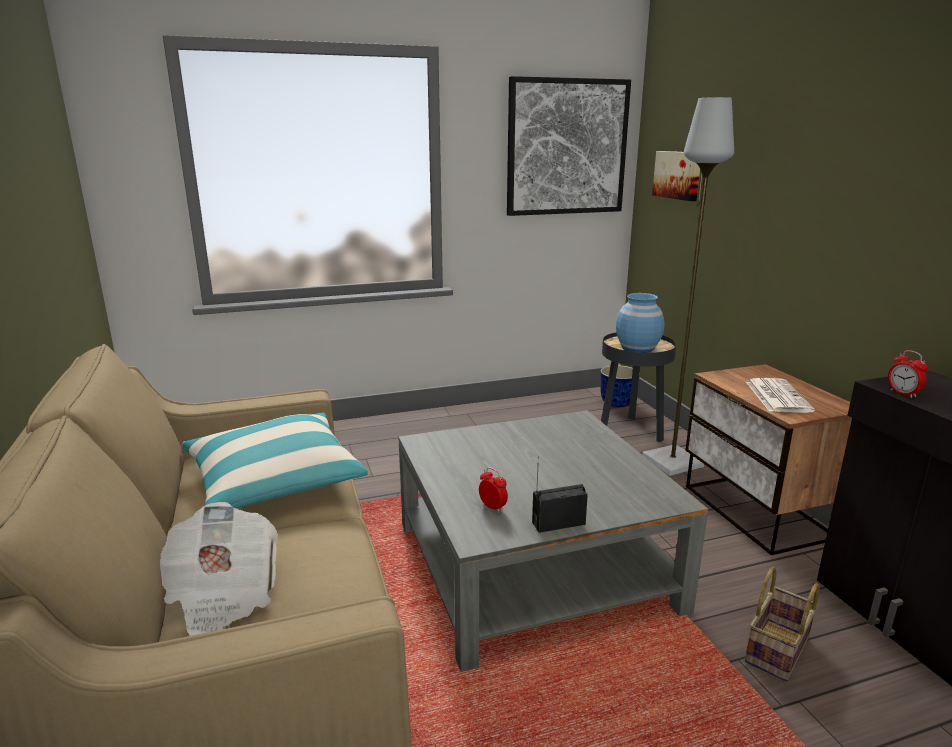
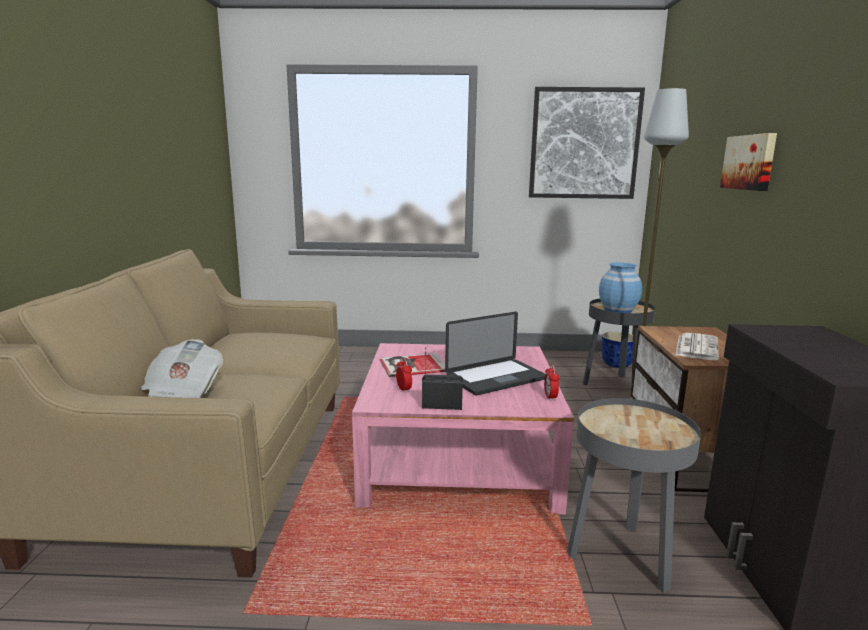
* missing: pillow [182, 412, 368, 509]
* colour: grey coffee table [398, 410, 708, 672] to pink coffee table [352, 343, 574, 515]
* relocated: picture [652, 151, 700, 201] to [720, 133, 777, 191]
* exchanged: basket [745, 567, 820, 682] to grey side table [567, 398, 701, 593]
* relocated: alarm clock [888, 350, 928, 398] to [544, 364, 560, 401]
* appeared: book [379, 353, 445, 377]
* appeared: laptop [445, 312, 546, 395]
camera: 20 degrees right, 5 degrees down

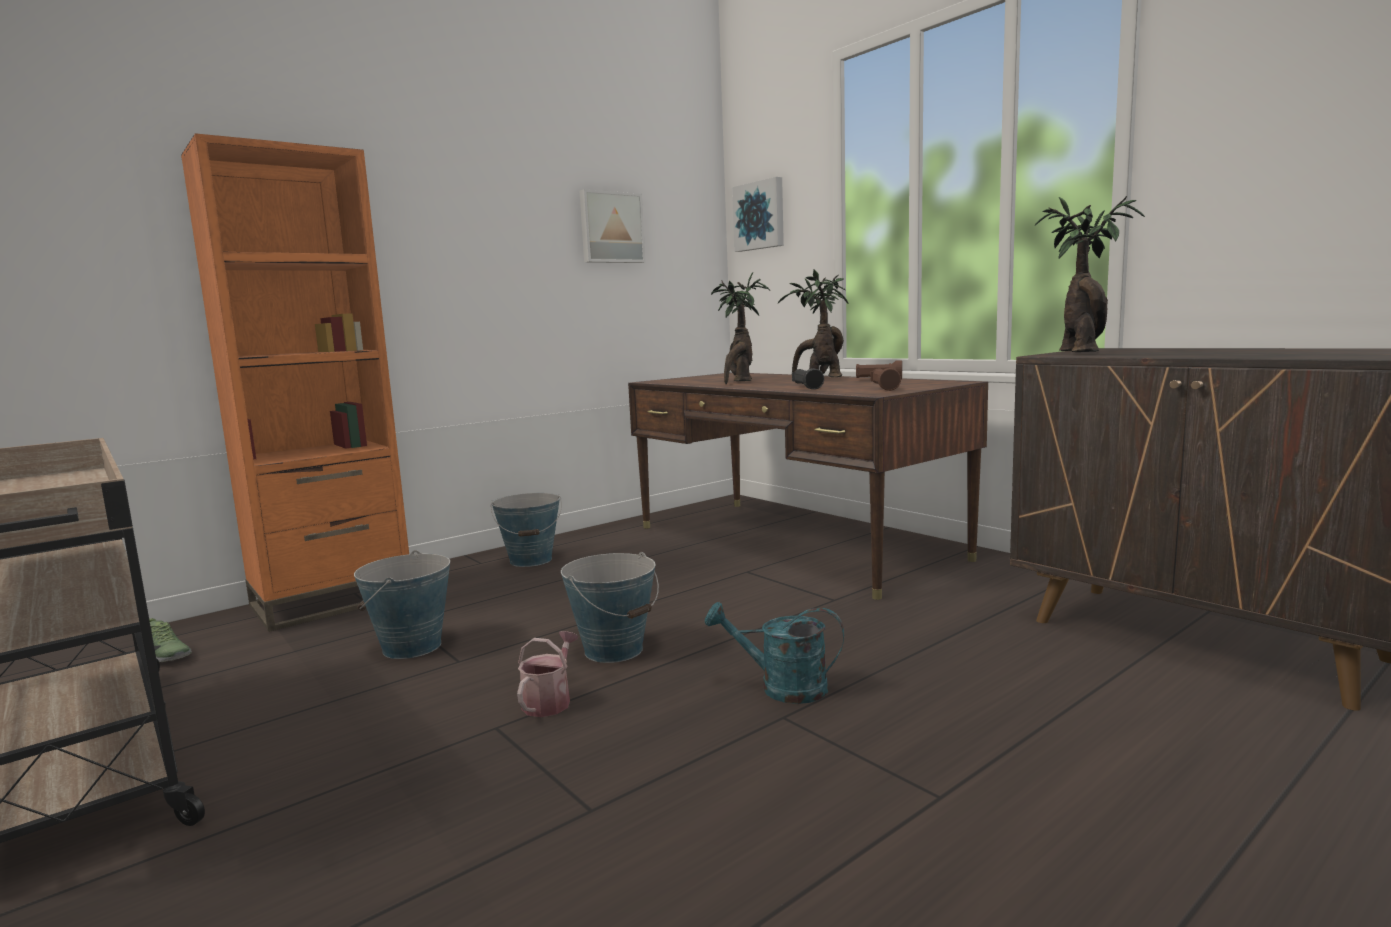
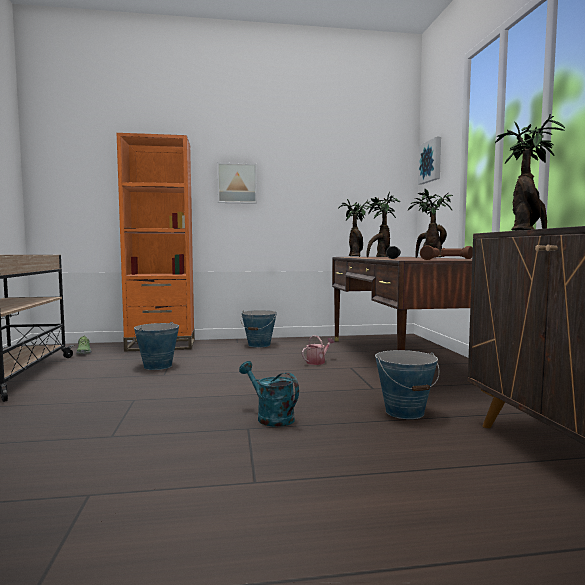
* relocated: watering can [517, 631, 578, 717] to [302, 335, 335, 365]
* relocated: bucket [561, 552, 659, 663] to [375, 350, 439, 419]
* relocated: picture [580, 189, 645, 263] to [217, 163, 257, 204]
* appeared: potted plant [339, 199, 373, 257]
camera: 30 degrees right, 5 degrees down

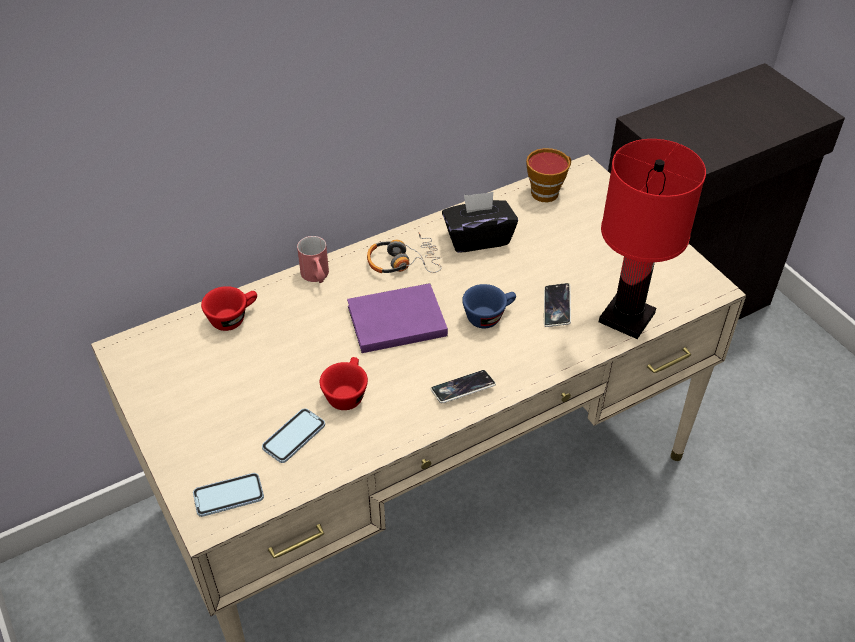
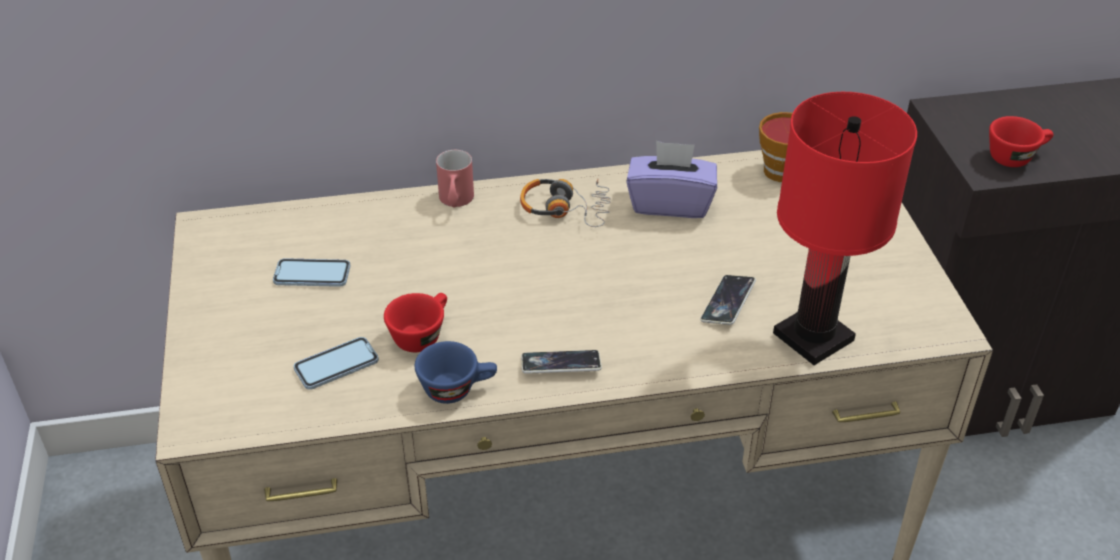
* relocated: phone [193, 473, 264, 517] to [273, 258, 350, 287]
* relocated: red cup [201, 286, 257, 331] to [989, 116, 1053, 167]
* missing: purple book [347, 283, 448, 353]
* colour: black tissue box [442, 192, 518, 253] to purple tissue box [626, 141, 717, 218]
* relocated: blue cup [462, 284, 516, 328] to [415, 341, 497, 404]
camera: 20 degrees right, 5 degrees down

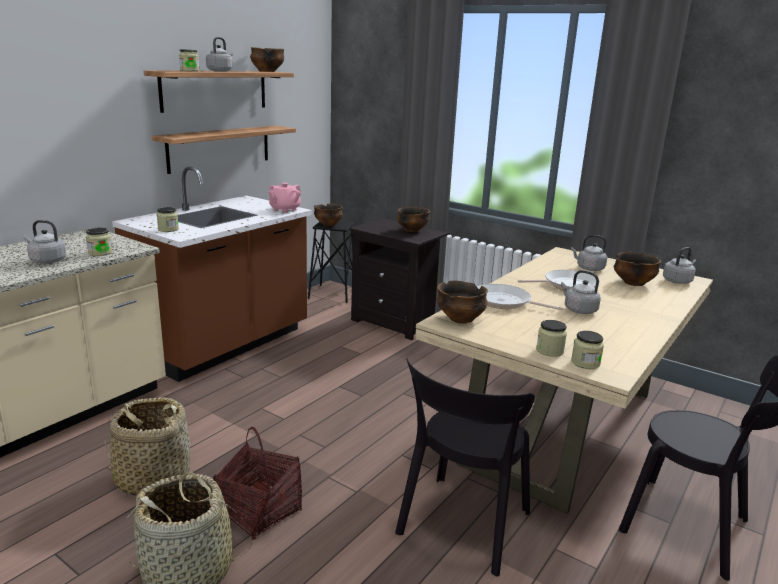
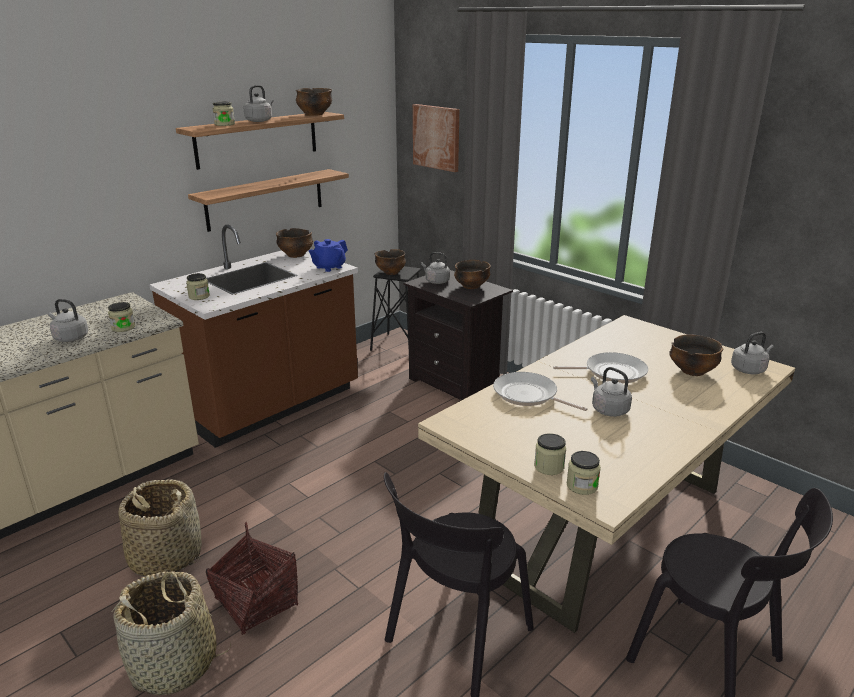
* colour: pink teapot [268, 183, 301, 213] to blue teapot [309, 239, 348, 272]
* relocated: bowl [437, 281, 488, 324] to [276, 228, 313, 258]
* relocated: grey kettle [571, 235, 607, 271] to [421, 252, 450, 284]
* appeared: picture [413, 104, 459, 172]
camera: 10 degrees right, 5 degrees up

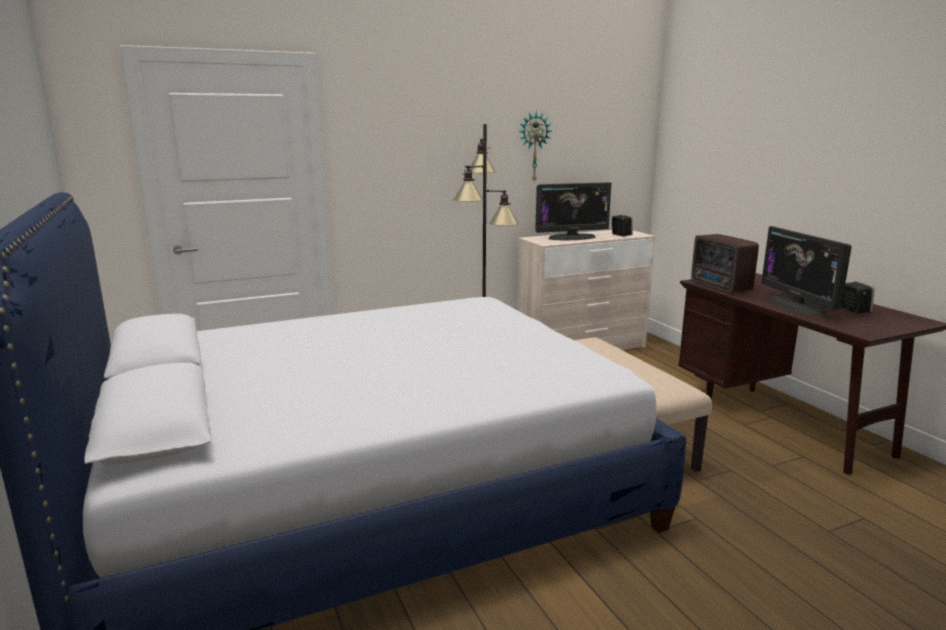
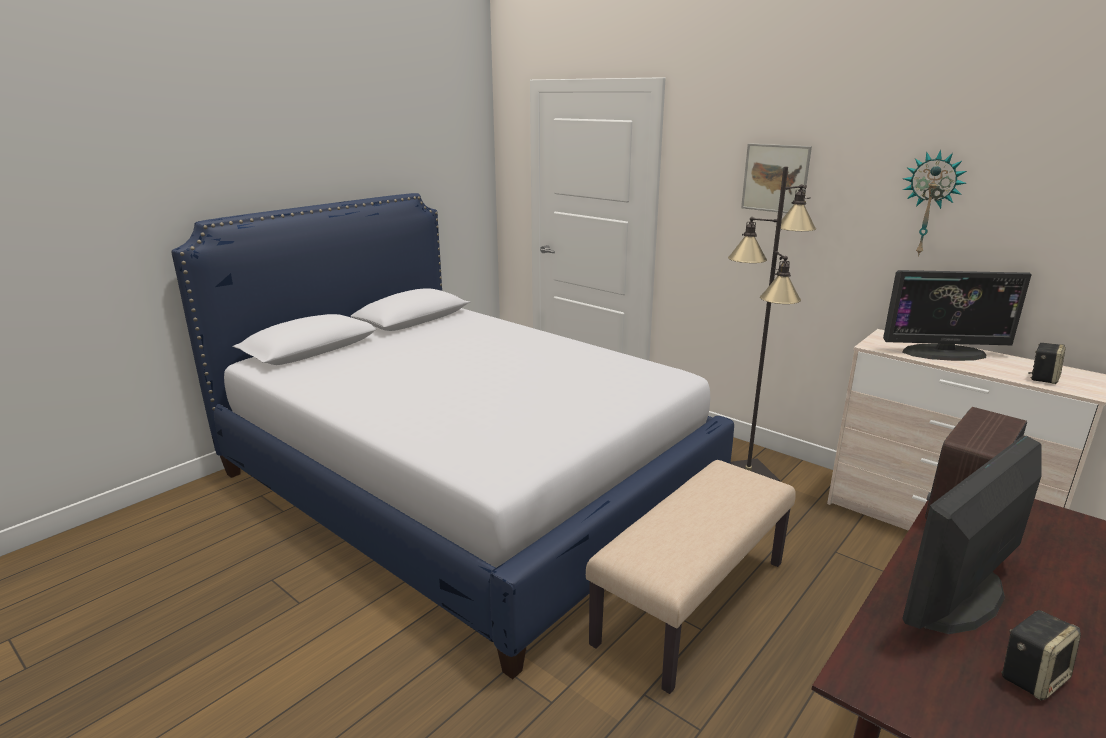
* spun: monitor [535, 182, 611, 241] = [883, 270, 1032, 361] 45 degrees counterclockwise
* appeared: picture [741, 143, 812, 213]
camera: 65 degrees right, 5 degrees up

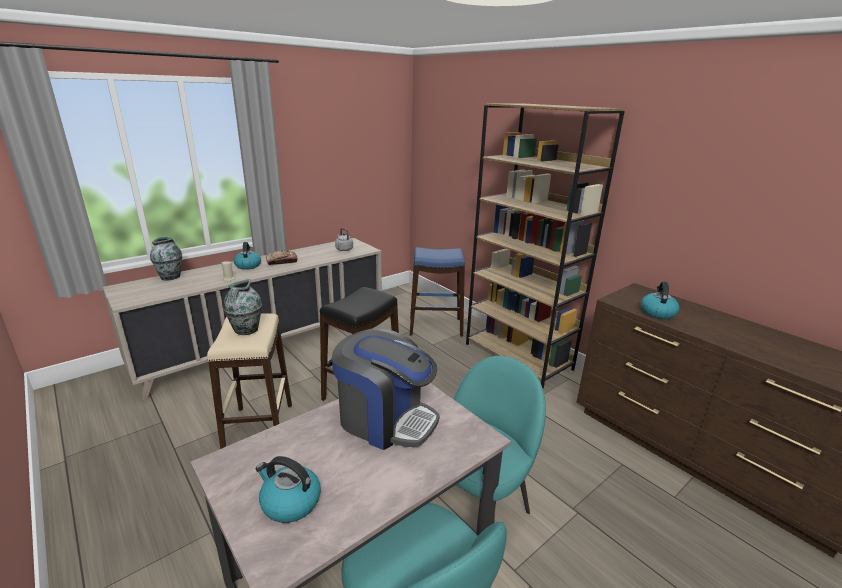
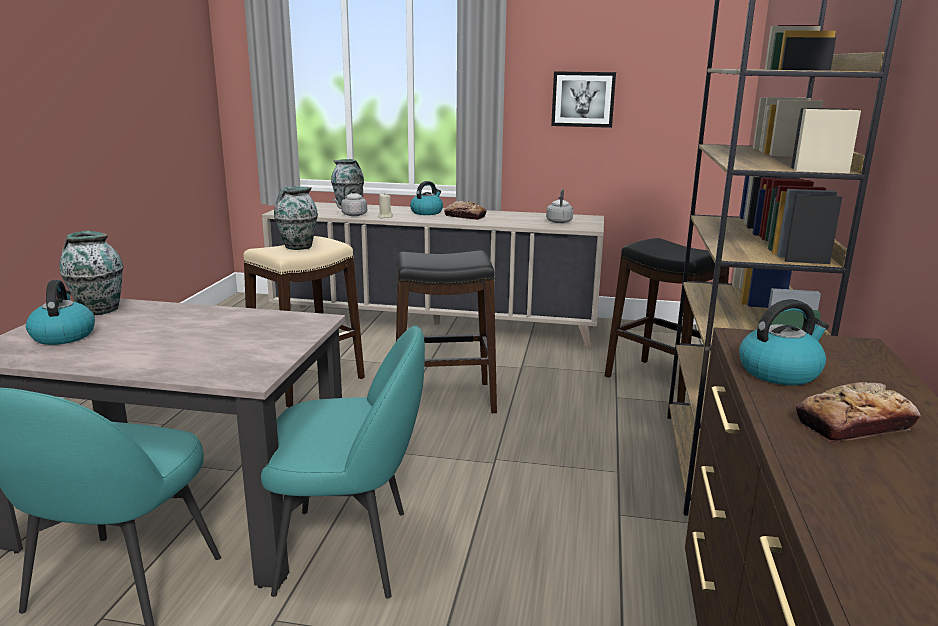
* missing: coffee machine [332, 328, 440, 450]
* colour: blue stool [410, 247, 465, 337] to black stool [605, 238, 729, 403]
* appeared: vase [59, 231, 124, 315]
* appeared: grey kettle [333, 183, 367, 216]
* appeared: picture [551, 71, 616, 128]
* appeared: bread [796, 382, 921, 442]
camera: 50 degrees right, 5 degrees down

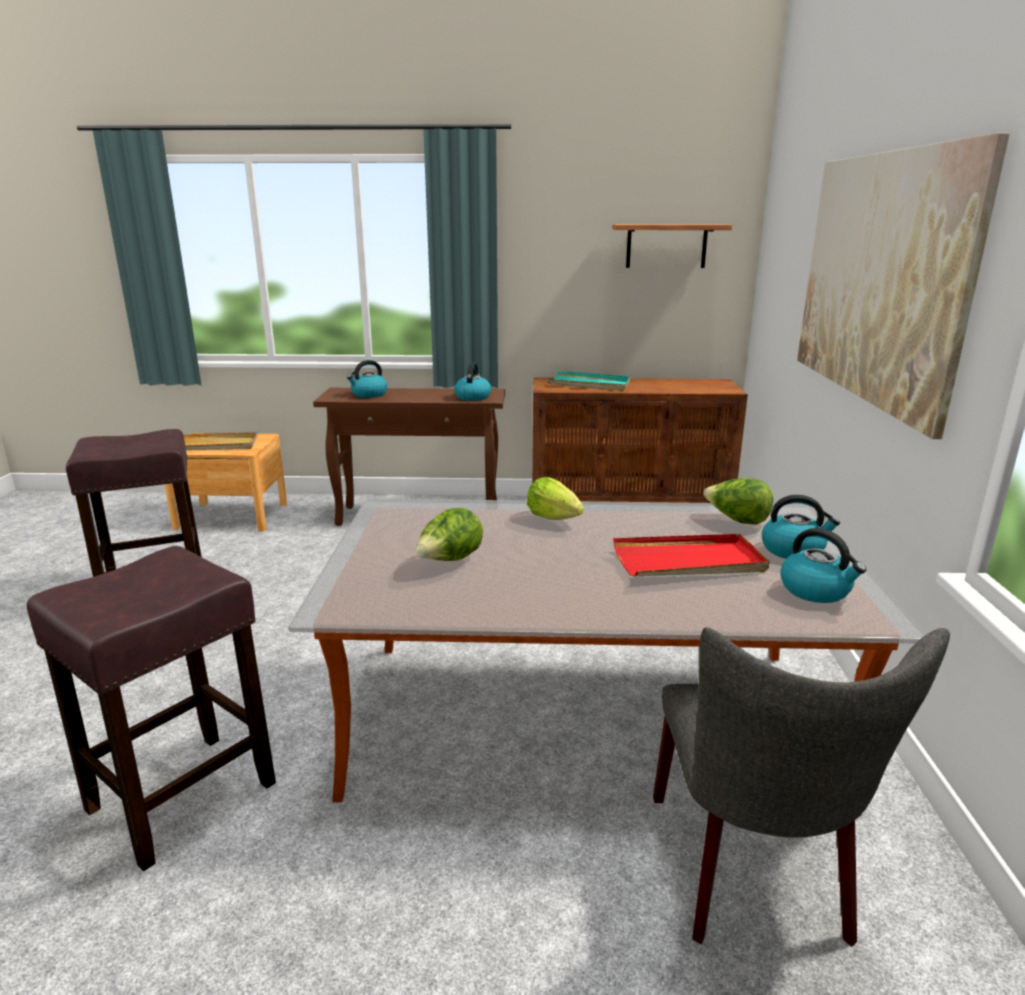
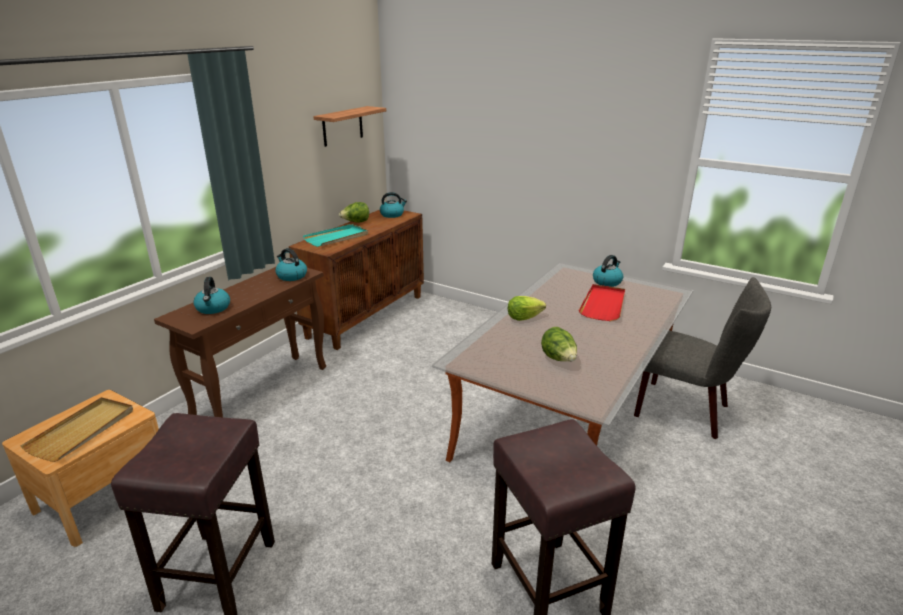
* relocated: lettuce [704, 478, 773, 525] to [339, 202, 369, 223]
* relocated: kettle [780, 528, 866, 603] to [380, 192, 407, 218]
* missing: picture [797, 133, 1010, 439]
camera: 60 degrees left, 5 degrees up

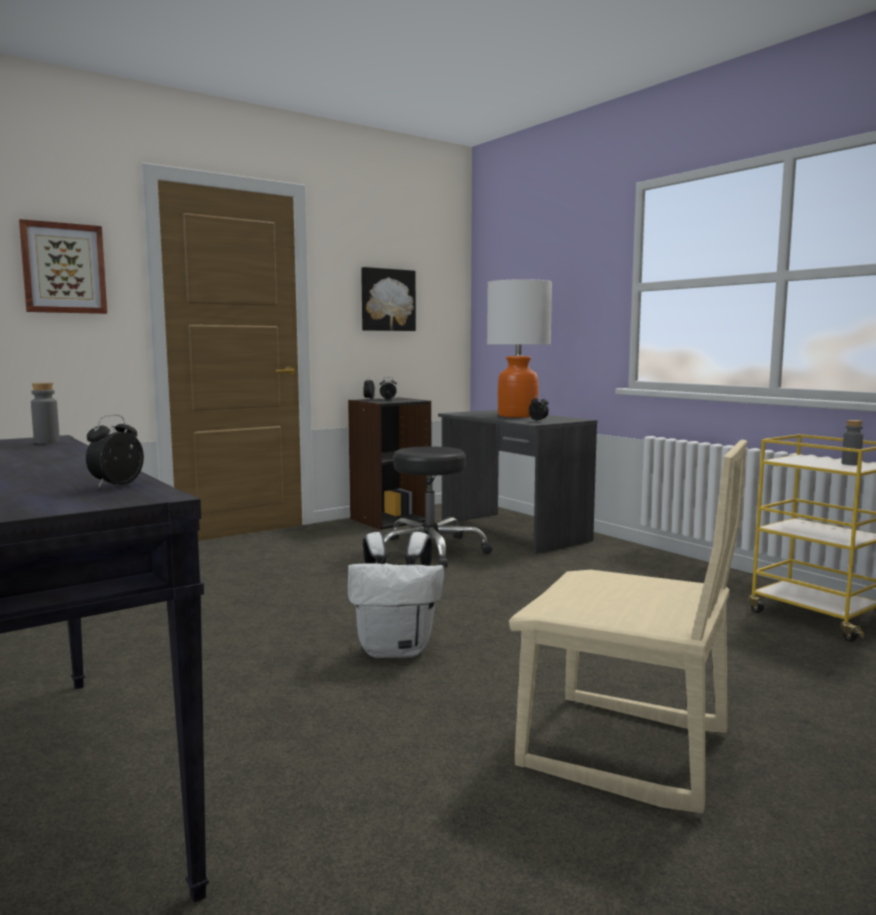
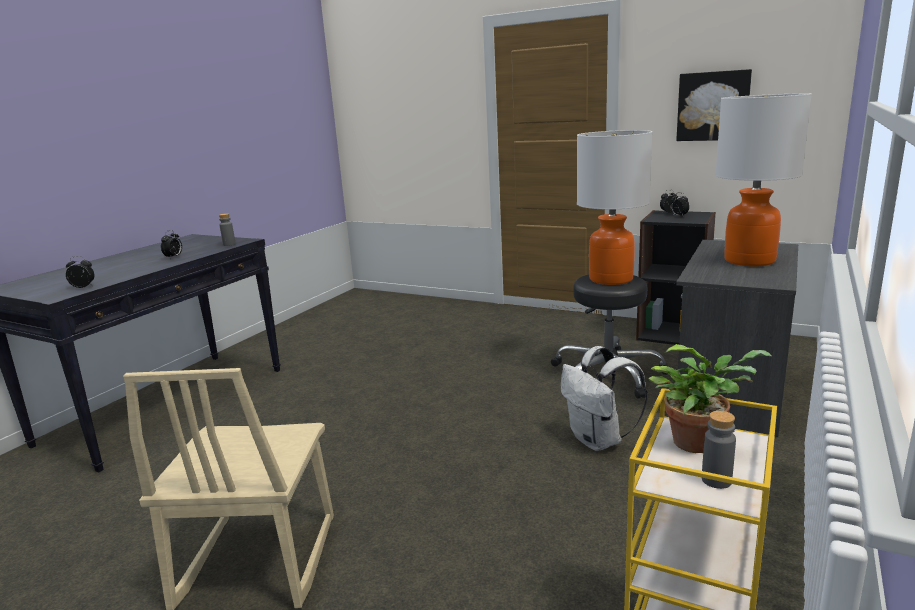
* missing: picture [19, 219, 107, 314]
* relocated: white backpack [348, 532, 444, 658] to [561, 346, 648, 451]
* relocated: alarm clock [529, 395, 549, 421] to [161, 230, 182, 259]
* appeared: table lamp [577, 130, 652, 285]
* appeared: potted plant [648, 344, 772, 453]
camera: 65 degrees right, 10 degrees up

